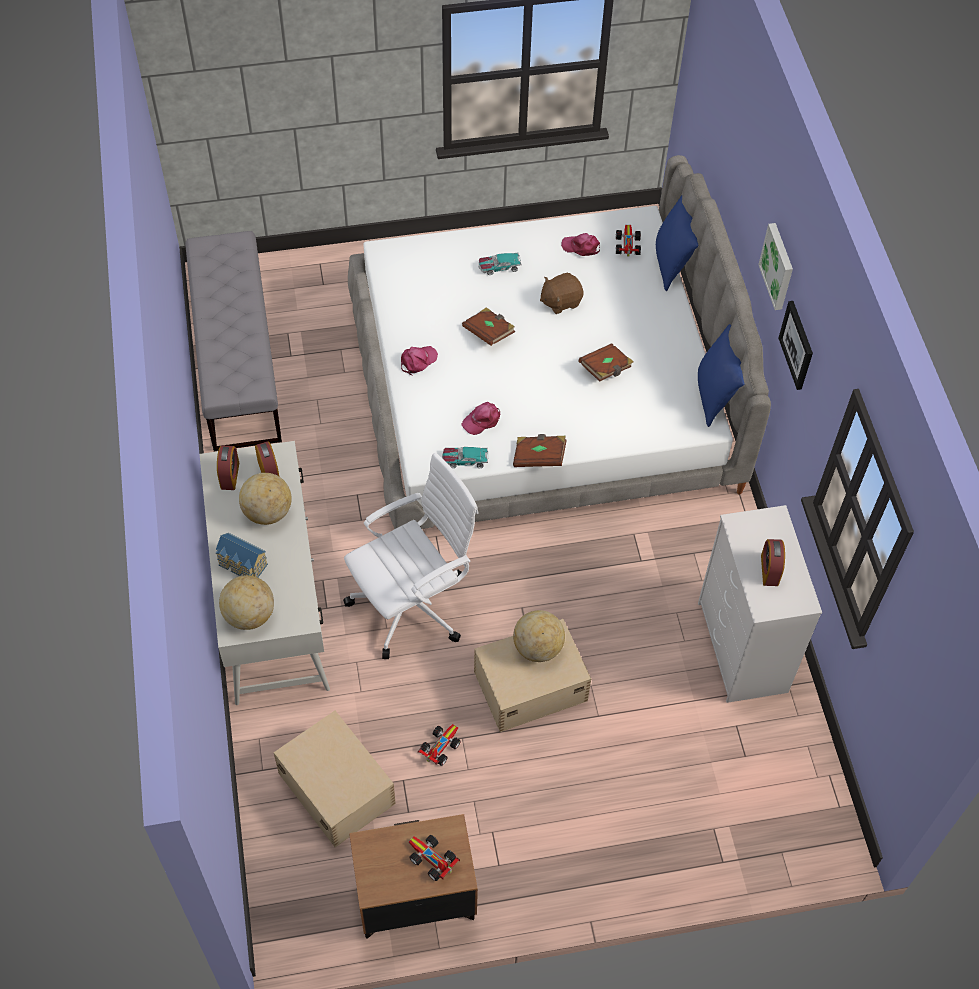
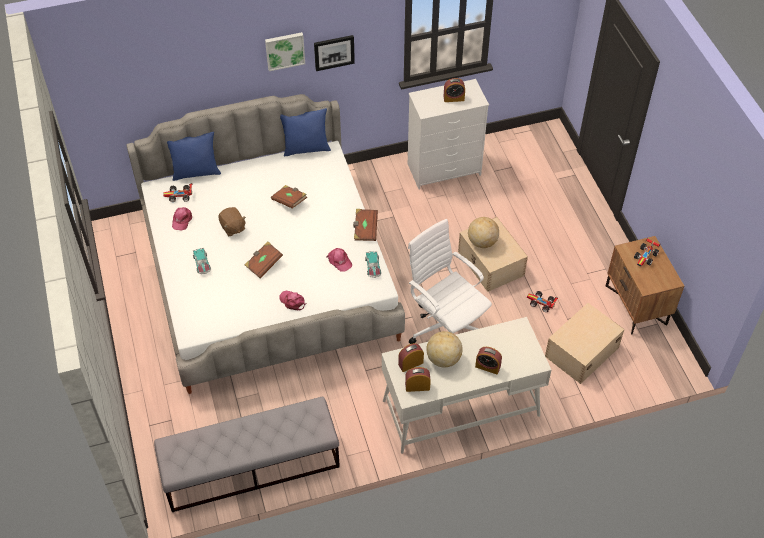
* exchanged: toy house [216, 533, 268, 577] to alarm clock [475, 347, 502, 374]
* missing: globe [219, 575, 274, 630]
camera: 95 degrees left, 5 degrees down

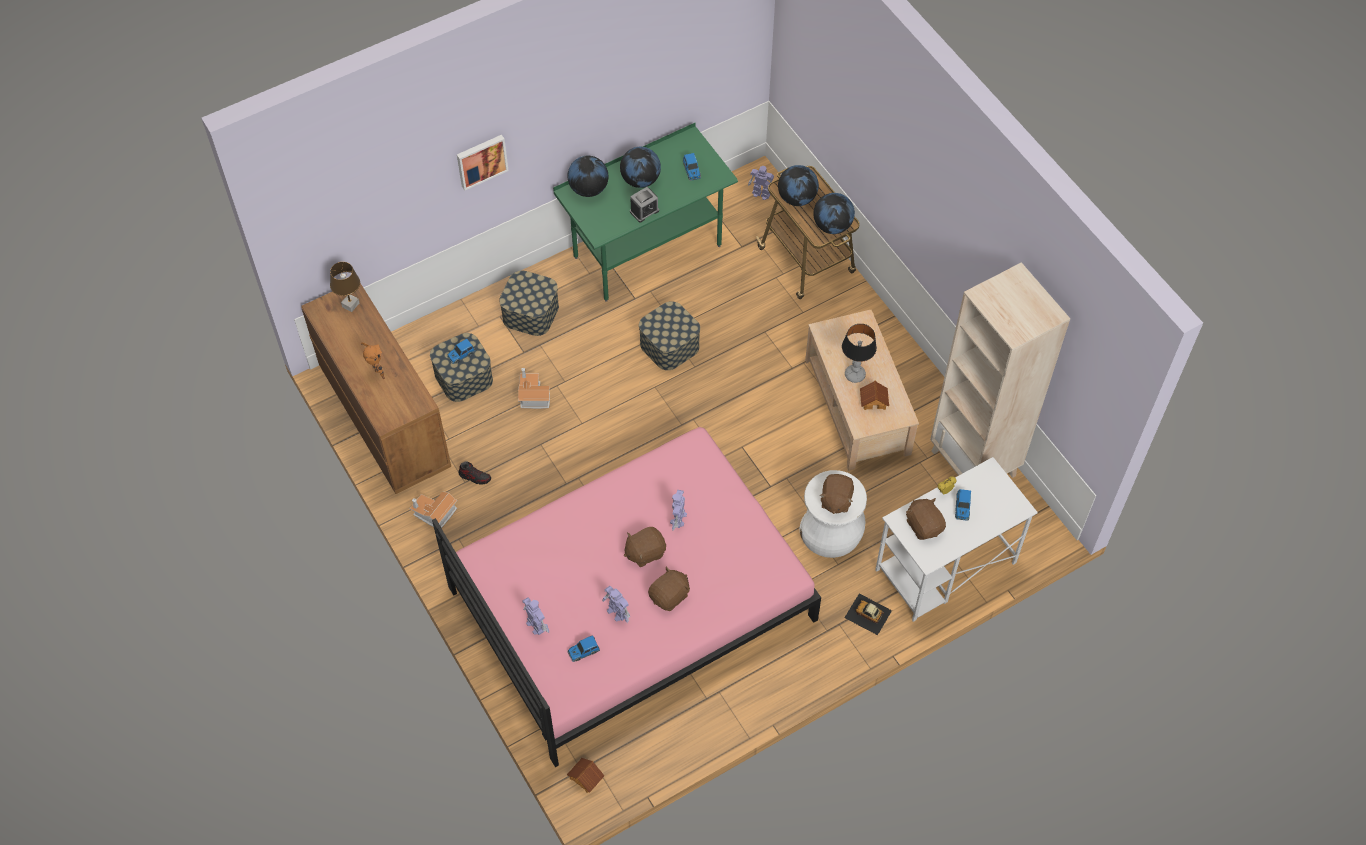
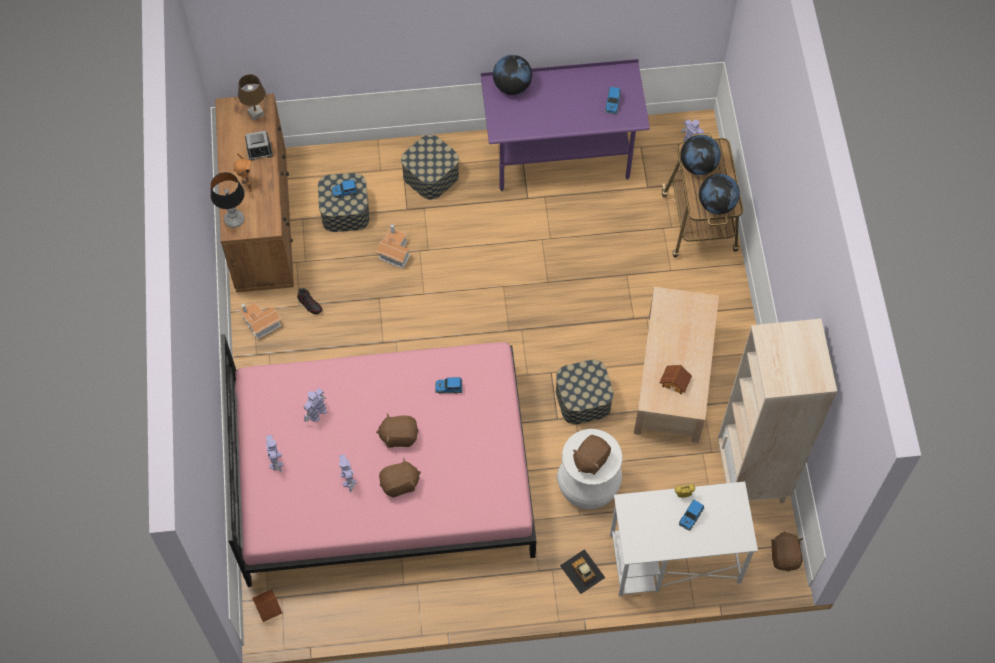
* missing: picture [457, 135, 509, 190]
* colour: green desk [553, 122, 738, 302] to purple desk [481, 59, 650, 191]
* relocated: toy car [567, 635, 600, 662] to [435, 377, 462, 394]
* missing: globe [620, 147, 661, 188]
* relocated: alarm clock [630, 187, 659, 222] to [245, 130, 273, 161]
* relocated: storage box [639, 301, 700, 370] to [556, 359, 614, 424]
* relocated: toy robot [670, 490, 687, 531] to [304, 388, 327, 422]
* relocated: table lamp [842, 324, 877, 383] to [211, 172, 245, 228]
* relocated: brown plush toy [906, 498, 946, 540] to [771, 532, 803, 572]
camera: 25 degrees right, 5 degrees up

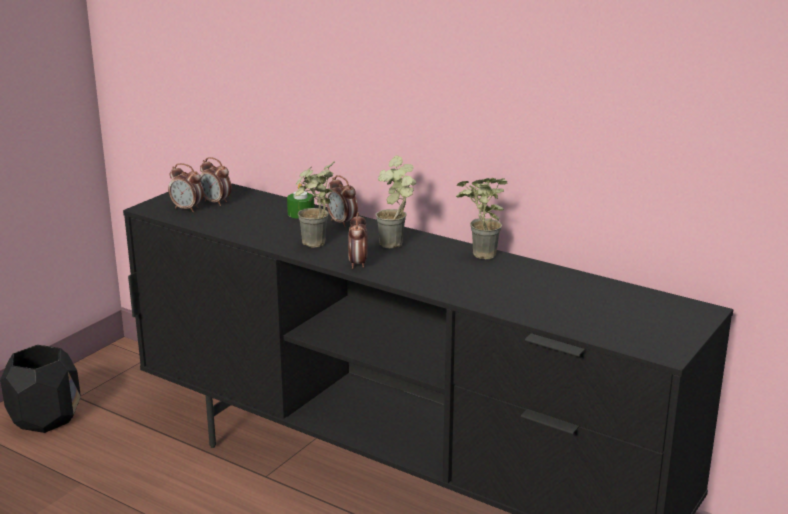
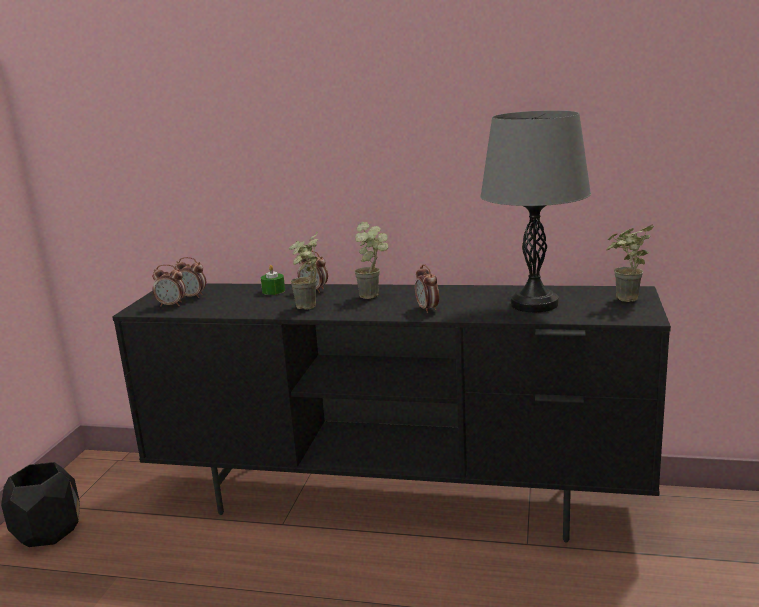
* relocated: alarm clock [348, 212, 368, 269] to [415, 264, 439, 313]
* relocated: potted plant [456, 178, 508, 259] to [606, 224, 654, 302]
* appeared: grey table lamp [480, 110, 591, 312]
camera: 20 degrees left, 5 degrees down

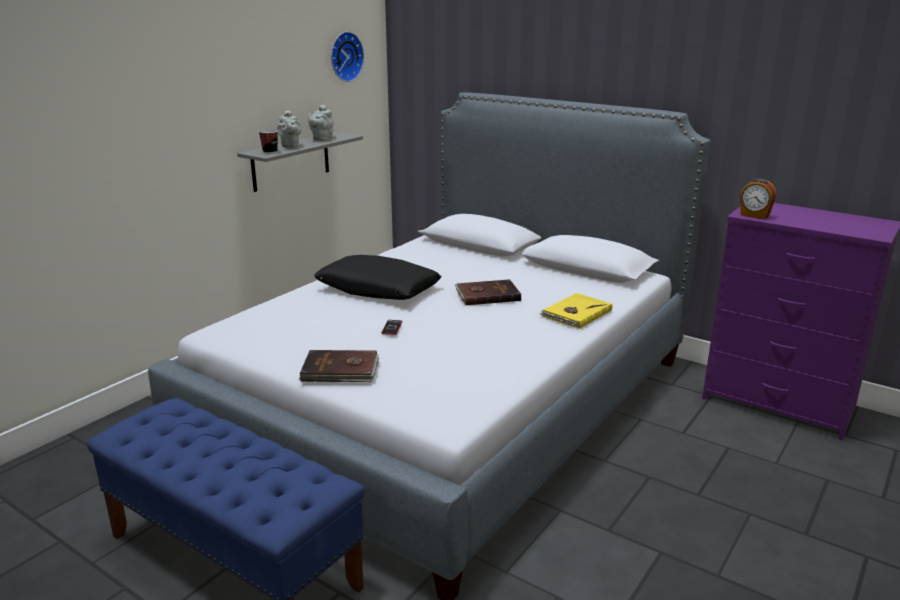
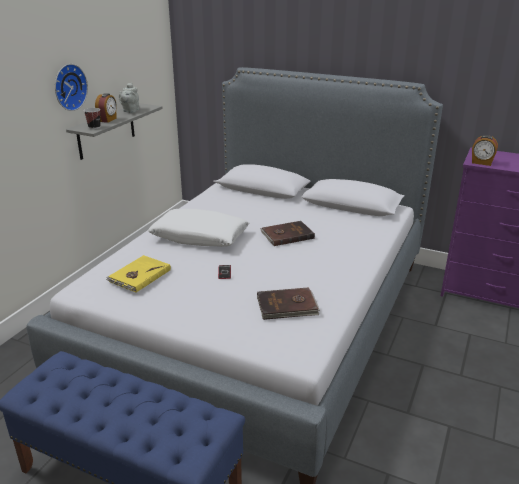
* exchanged: grey teapot [277, 110, 302, 148] to alarm clock [95, 93, 117, 123]
* relocated: brown book [299, 350, 379, 382] to [257, 287, 320, 320]
* colour: black pillow [314, 255, 441, 300] to white pillow [148, 209, 249, 247]
* relocated: wall clock [331, 31, 364, 82] to [55, 64, 88, 111]
* relocated: yellow book [539, 293, 612, 329] to [106, 255, 171, 293]
camera: 10 degrees left, 5 degrees up

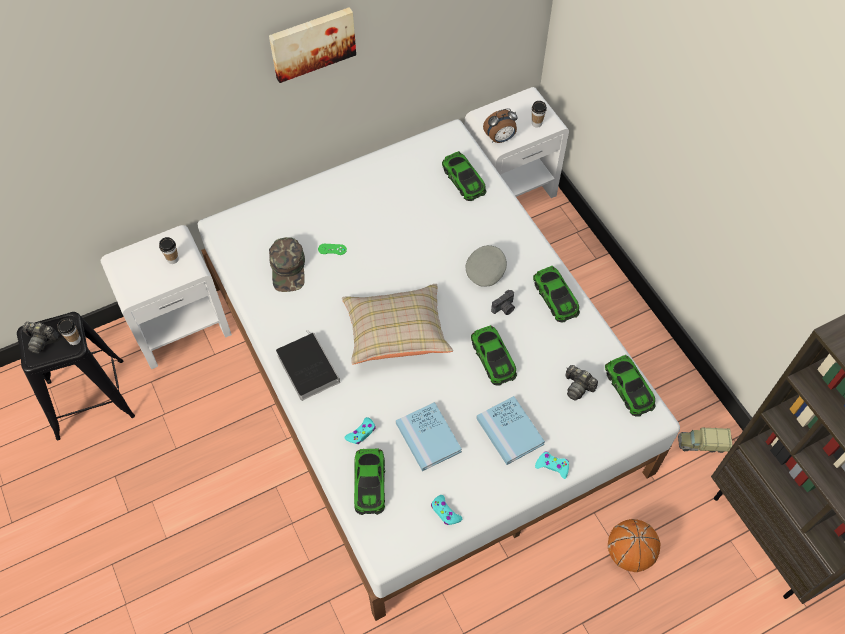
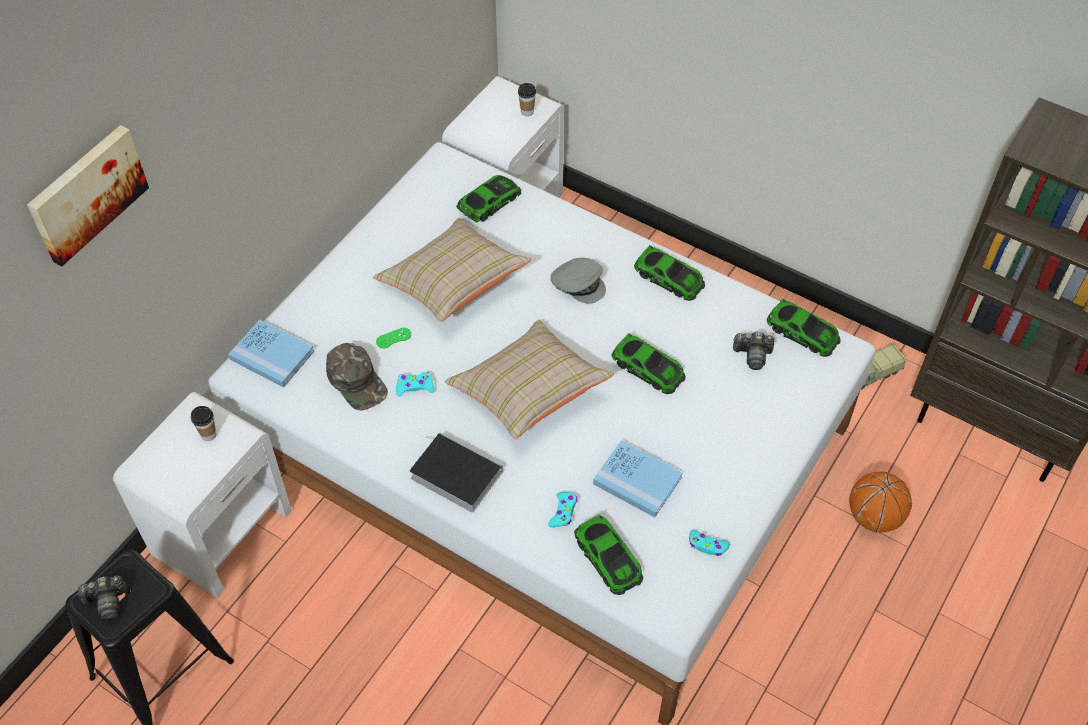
* missing: cup [57, 318, 81, 345]
* relocated: picture [269, 7, 356, 83] to [27, 125, 149, 267]
* spun: toy car [442, 151, 486, 201] = [456, 175, 521, 222] 75 degrees counterclockwise
* spun: grey cap [466, 245, 507, 286] = [551, 258, 606, 303] 120 degrees clockwise
* relocated: blue book [476, 396, 545, 465] to [228, 320, 314, 388]
* missing: alarm clock [483, 108, 518, 143]
* missing: photo camera [491, 290, 515, 315]
* relocated: turquoise game controller [535, 451, 569, 479] to [396, 372, 435, 397]
* appeared: beige pillow [373, 218, 532, 322]
camera: 30 degrees left, 5 degrees down

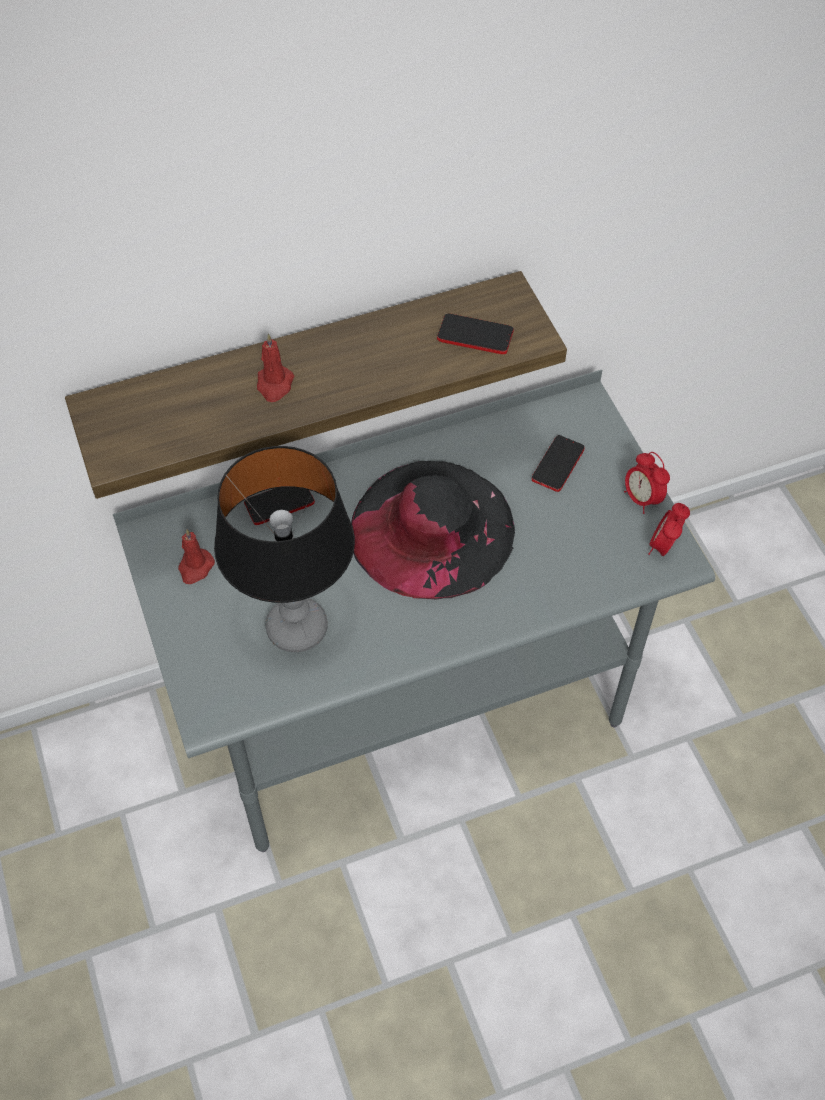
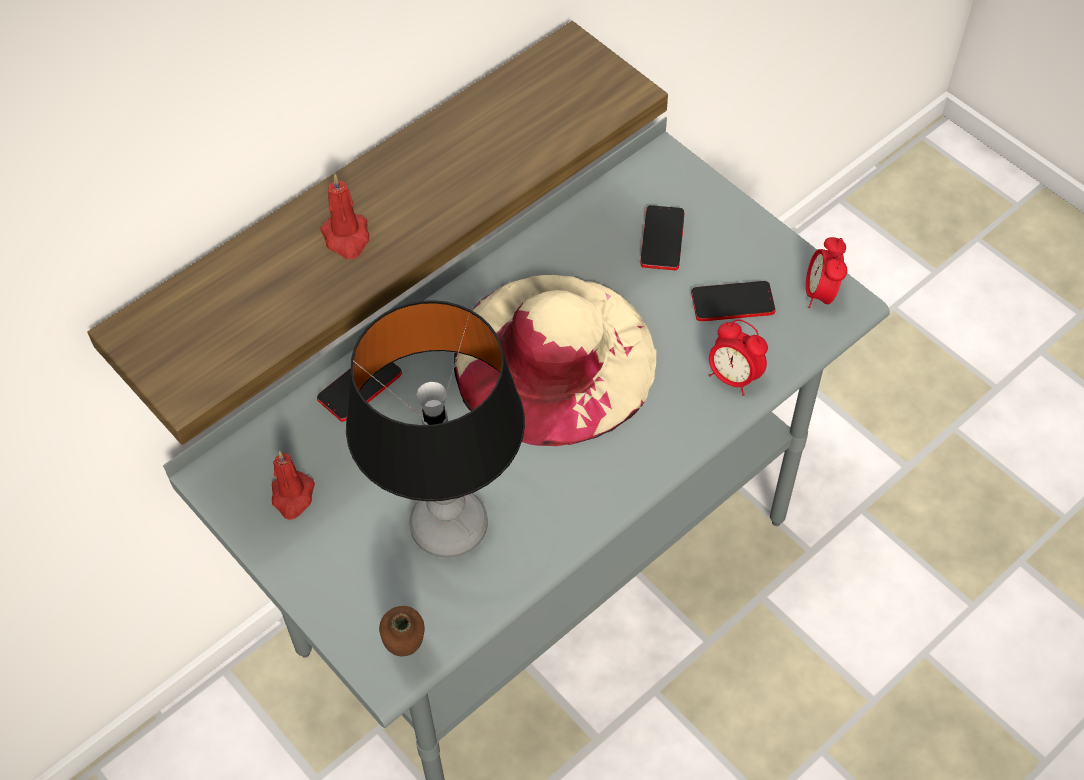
* colour: black hat [351, 461, 515, 600] to beige hat [454, 275, 656, 446]
* relocated: phone [437, 314, 514, 354] to [691, 281, 776, 321]
* relocated: alarm clock [624, 452, 670, 514] to [709, 319, 768, 396]
* appeared: brown bottle [379, 606, 425, 656]
camera: 20 degrees left, 0 degrees up

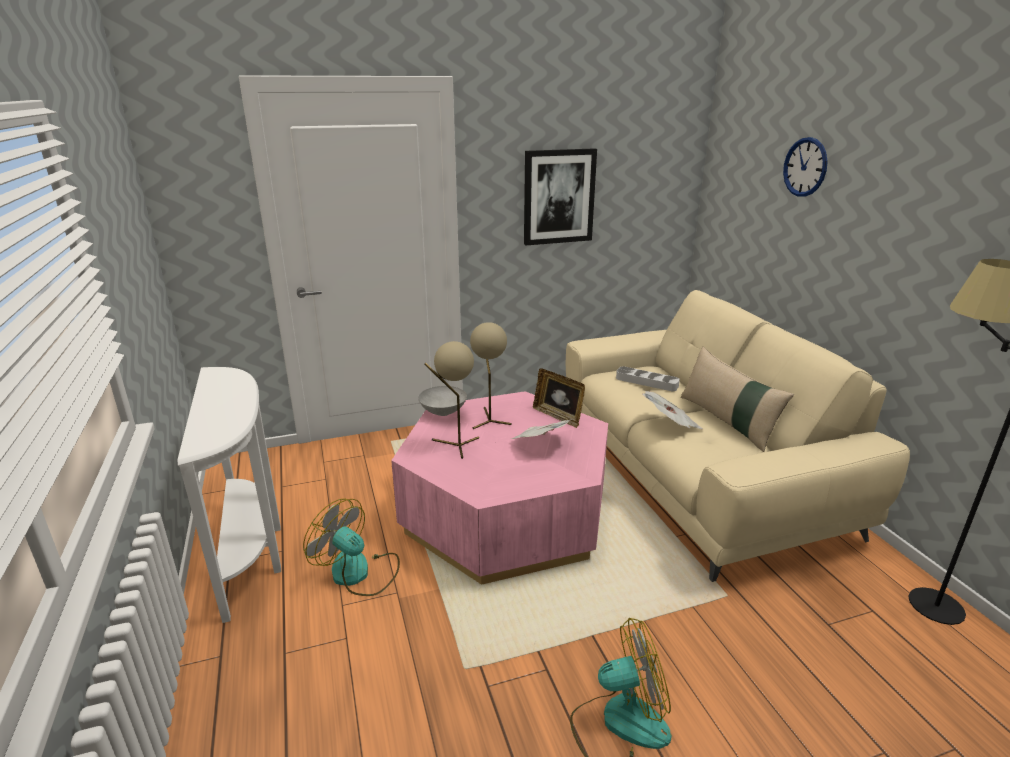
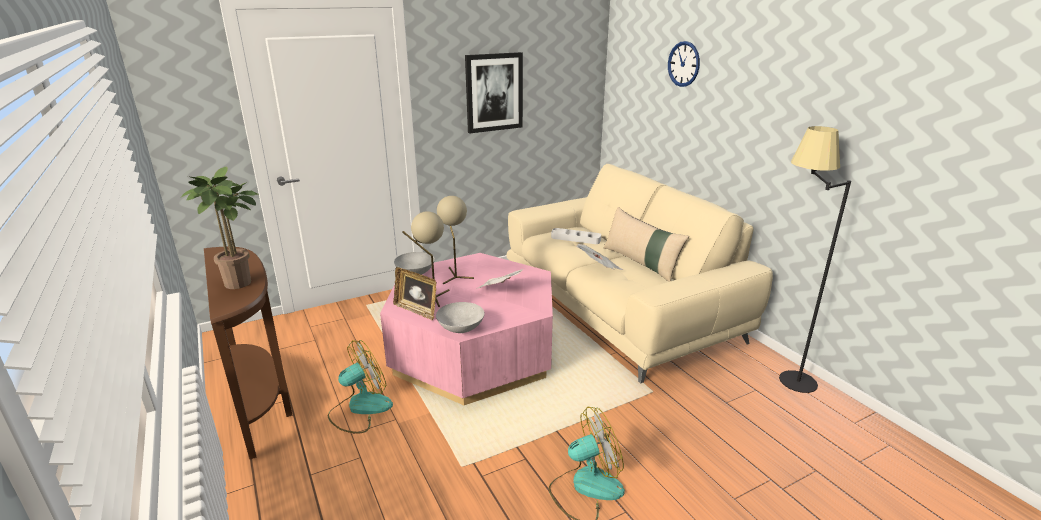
* colour: white console table [177, 367, 281, 623] to brown console table [204, 247, 293, 459]
* spun: fan [303, 498, 400, 596] = [328, 340, 393, 433] 120 degrees clockwise
* relocated: picture frame [533, 368, 585, 428] to [393, 267, 436, 320]
* appeared: potted plant [181, 166, 259, 289]
* appeared: grey bowl [436, 302, 484, 333]
camera: 10 degrees left, 0 degrees up

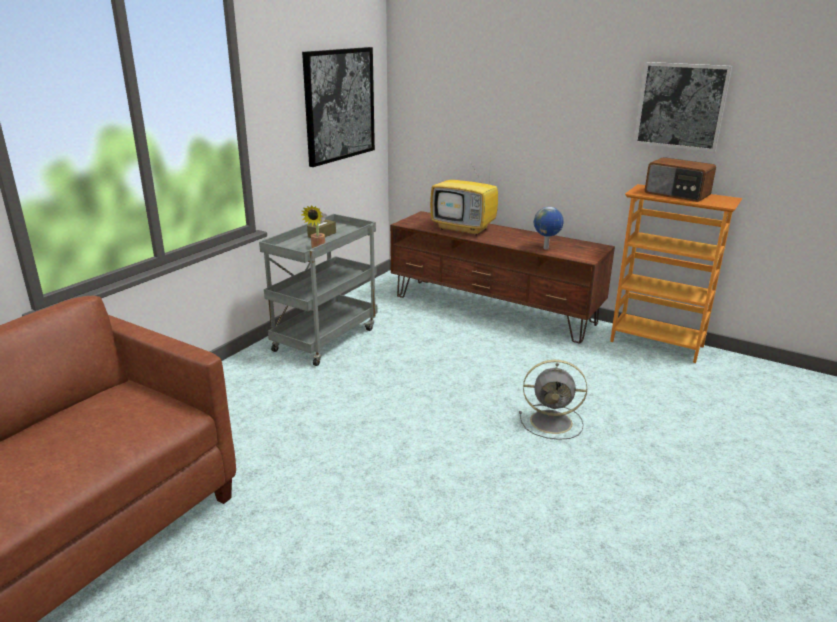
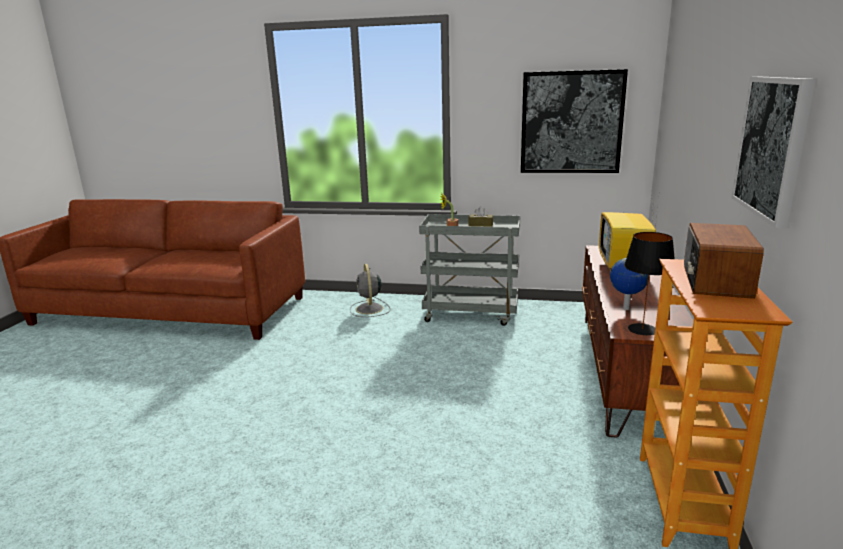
* relocated: grey fan [519, 360, 587, 440] to [350, 264, 391, 317]
* appeared: black table lamp [624, 232, 675, 335]
camera: 70 degrees right, 5 degrees down

